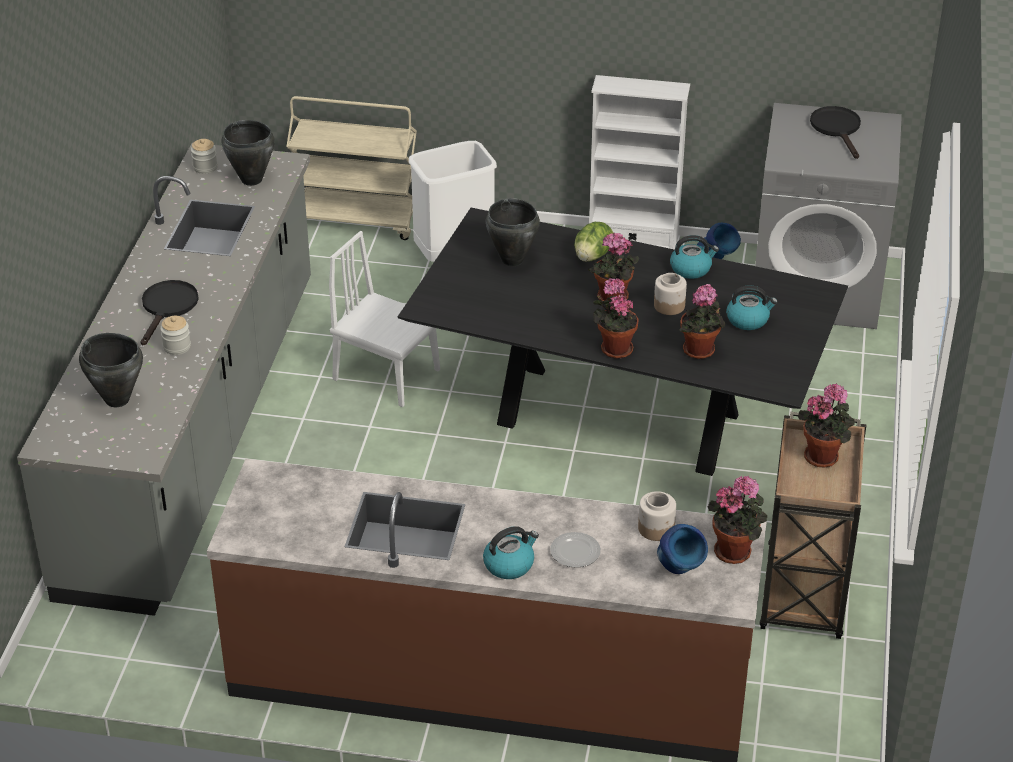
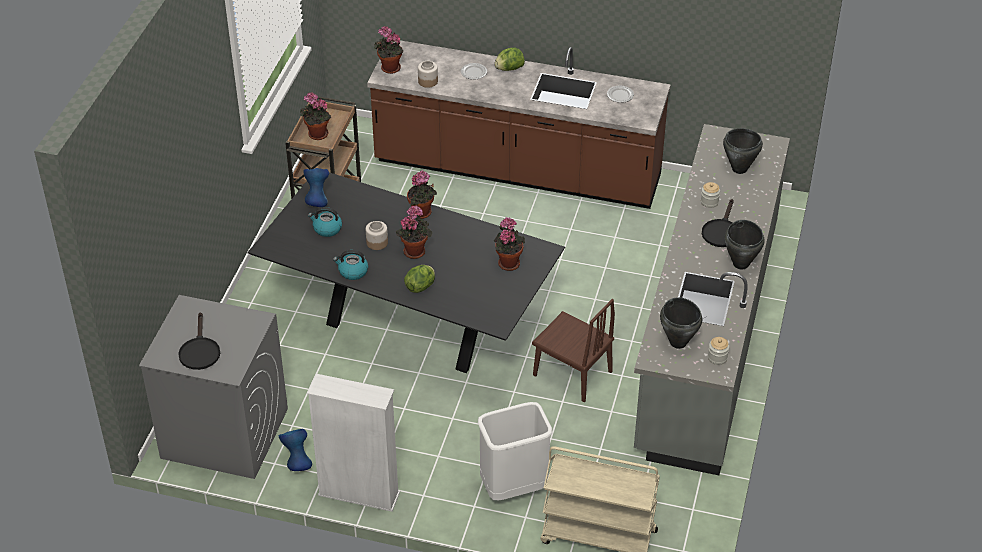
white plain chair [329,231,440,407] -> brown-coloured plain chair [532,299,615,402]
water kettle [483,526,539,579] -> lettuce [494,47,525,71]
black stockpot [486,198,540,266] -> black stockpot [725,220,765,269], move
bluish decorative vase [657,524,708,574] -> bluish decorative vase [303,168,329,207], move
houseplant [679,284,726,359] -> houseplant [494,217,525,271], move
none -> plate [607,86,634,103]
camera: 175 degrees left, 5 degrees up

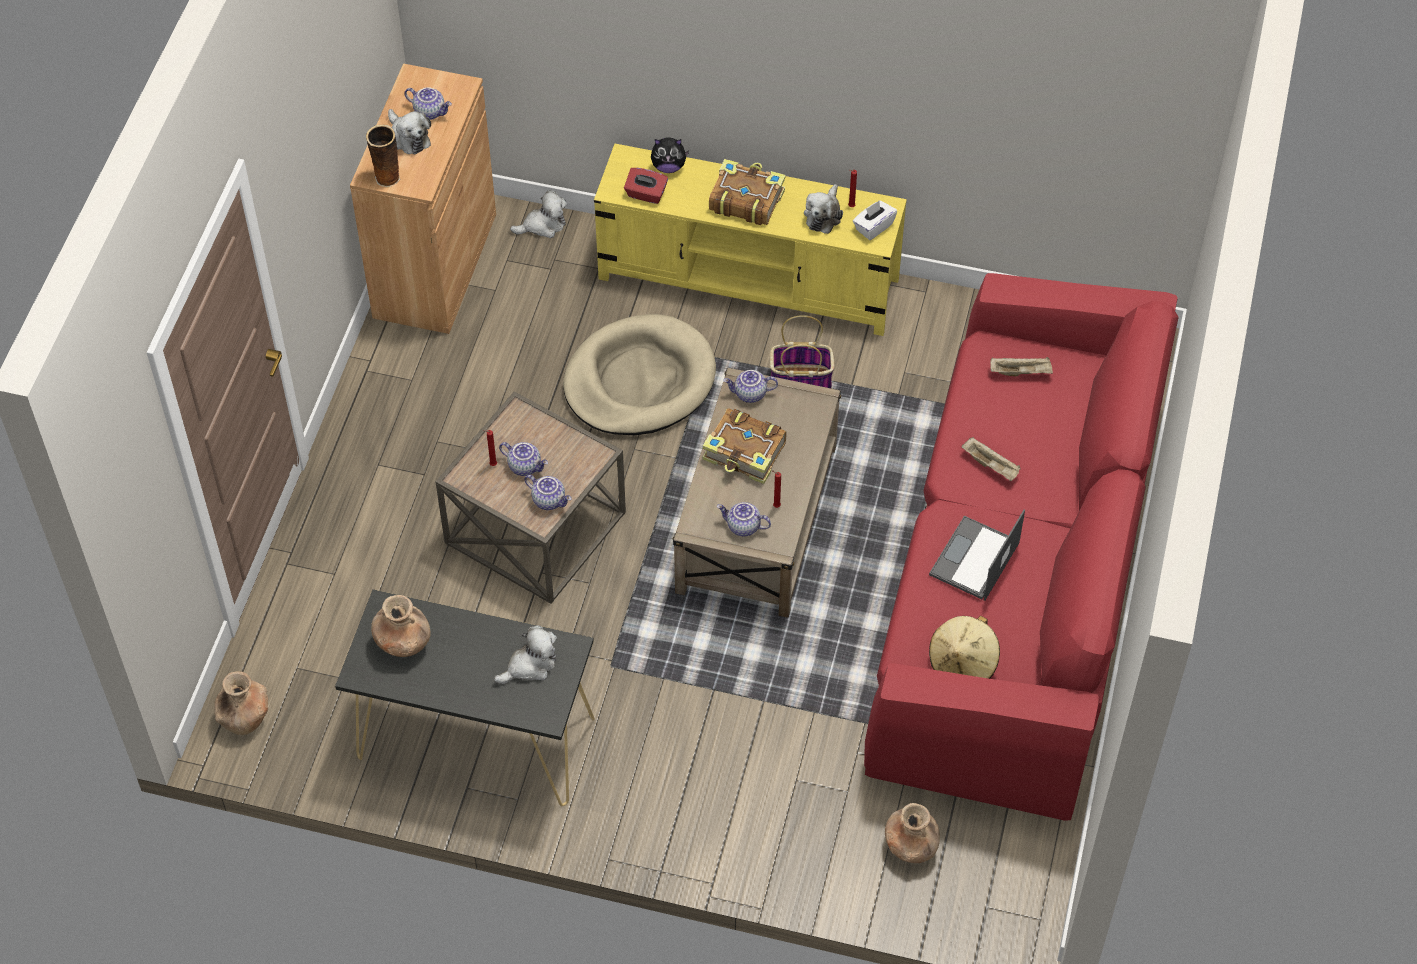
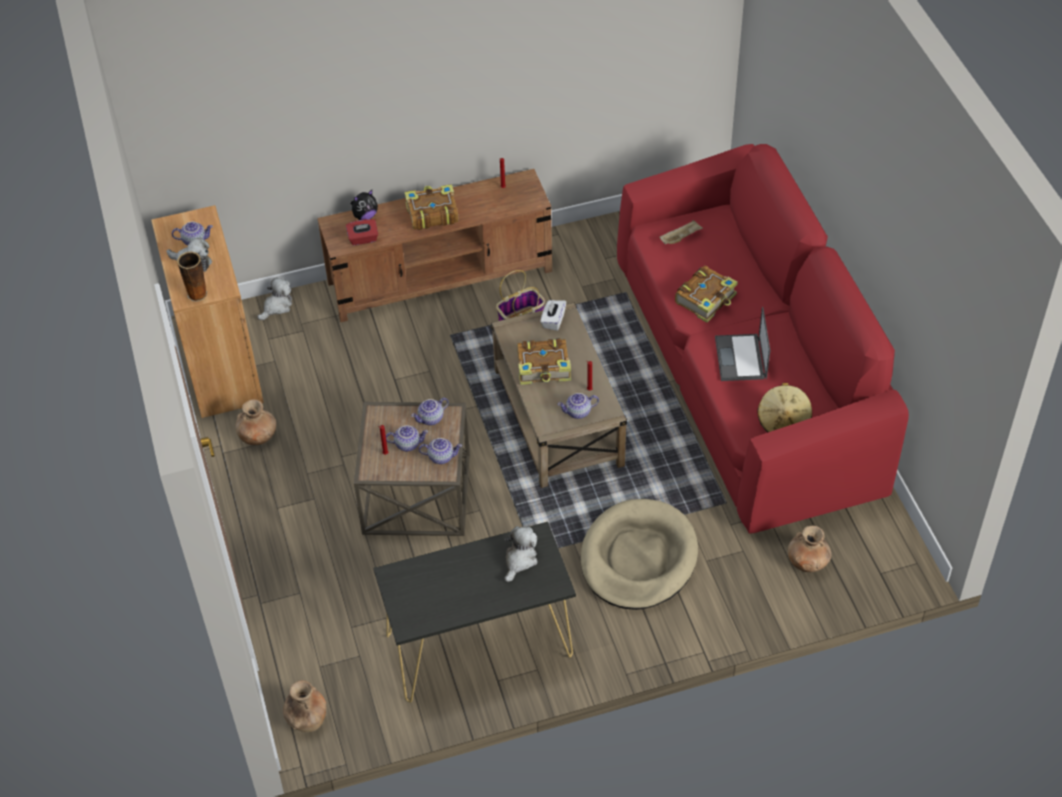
brown-coloured decorative vase [371,595,430,657] -> brown-coloured decorative vase [235,399,276,445], move
sand-coloured dog cushion [563,314,716,435] -> sand-coloured dog cushion [581,499,698,610], move
yellow-coloured tv unit [594,144,907,336] -> brown-coloured tv unit [317,169,552,322]
pot for tea [723,370,778,403] -> pot for tea [411,398,449,425], move
cuddly toy [804,184,843,234] -> none
white tissue holder [853,201,897,240] -> white tissue holder [540,300,566,331], move
sand-coloured carrying tray [962,437,1021,481] -> volume [675,266,738,323]
camera: 30 degrees left, 5 degrees down

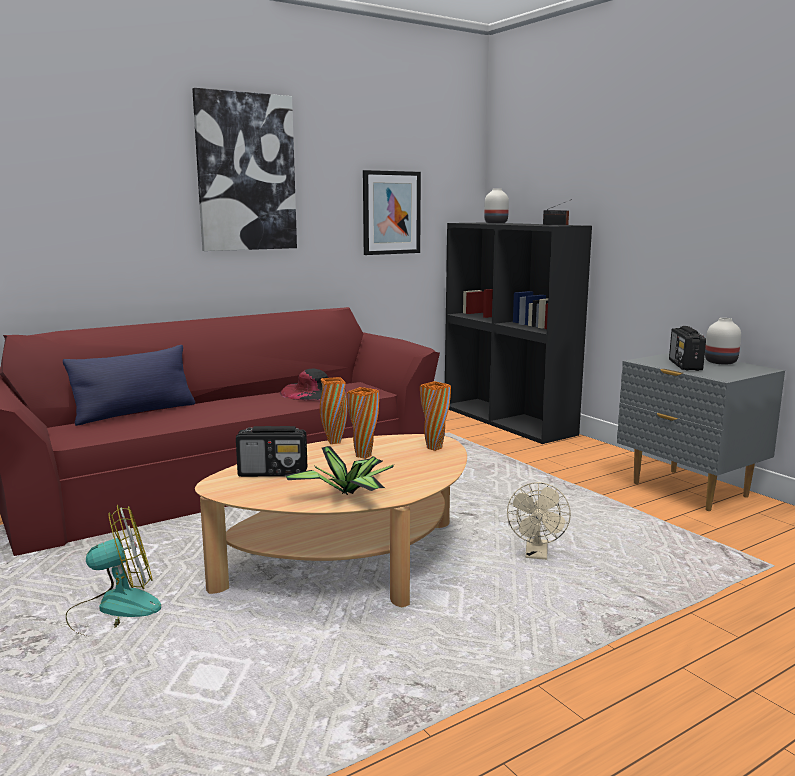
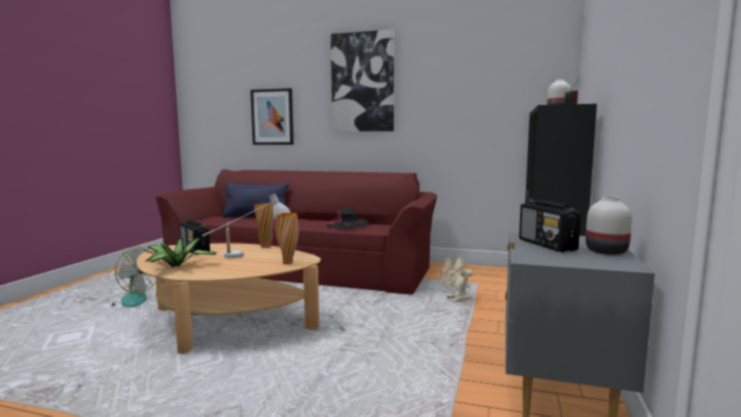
orange-coloured decorative vase [347,387,379,459] -> white lamp for a table [202,194,291,259]
wall art [363,170,421,255] -> wall art [250,88,294,145], move
sand-coloured electric fan [507,482,571,560] -> sand-coloured electric fan [440,254,473,303], move
radio set [669,326,706,371] -> radio set [519,200,581,252], 75 degrees counterclockwise
camera: 50 degrees right, 5 degrees down

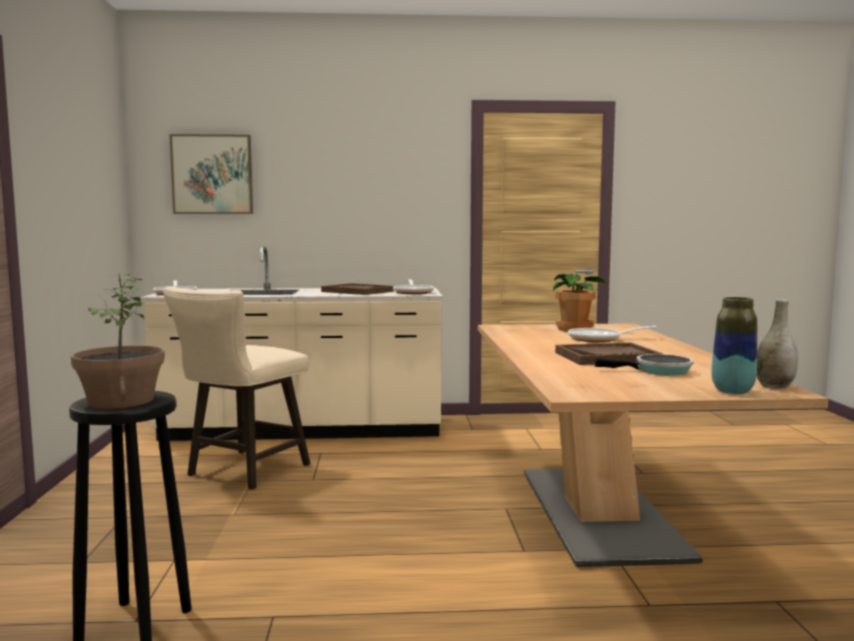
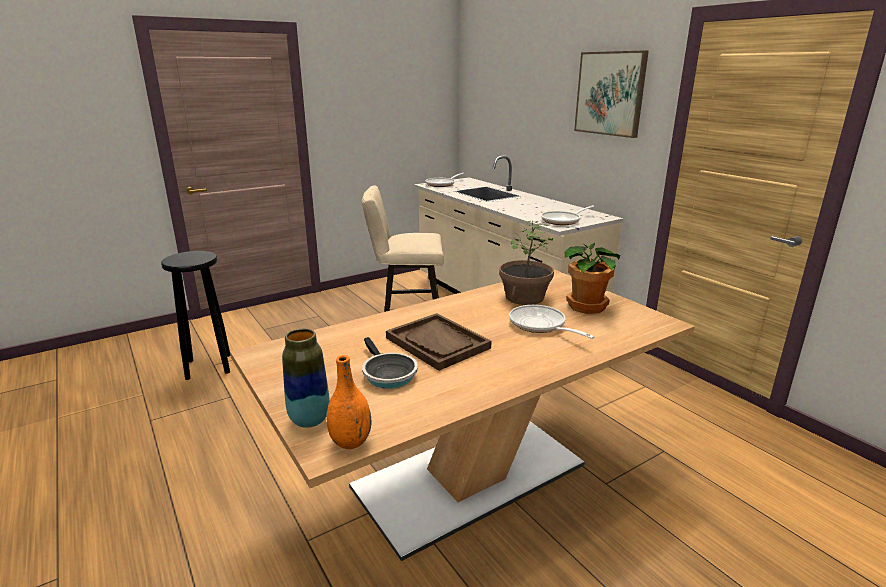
houseplant [71,274,165,408] -> houseplant [499,220,554,305], move
wall art [169,134,253,214] -> wall art [574,50,649,138], move
brown-coloured carrying tray [321,283,394,295] -> none
greyish decorative vase [757,299,798,389] -> orange-coloured decorative vase [327,355,371,449]
camera: 60 degrees right, 15 degrees up

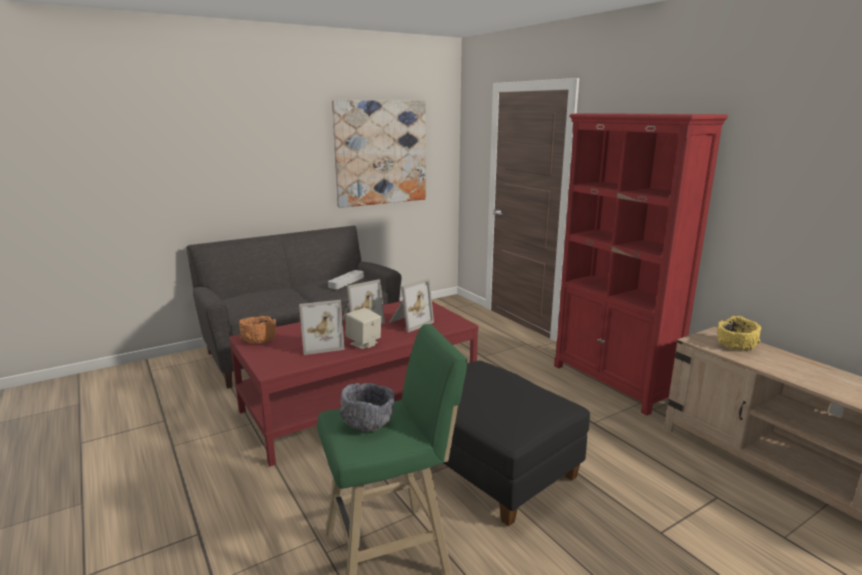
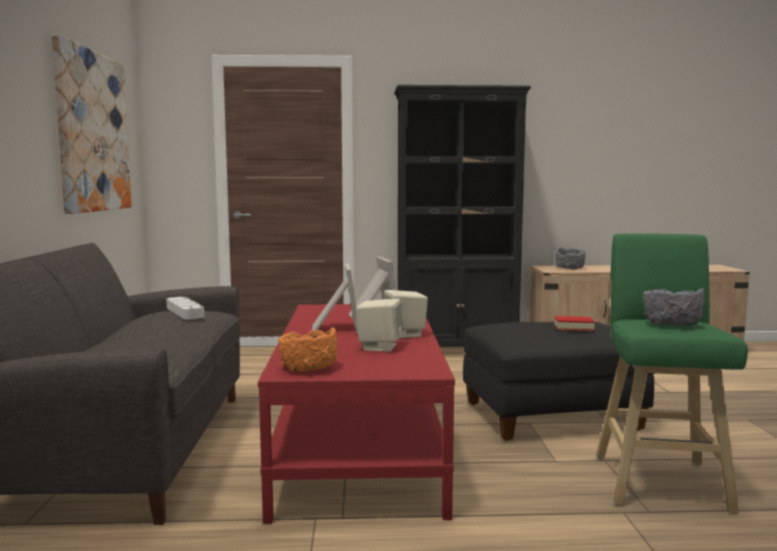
photo frame [299,300,345,355] -> sand-coloured loudspeaker [356,299,403,352]
reddish shelving unit [554,113,728,415] -> black shelving unit [394,85,531,347]
yellow-coloured serving bowl [717,316,761,351] -> greyish serving bowl [555,247,586,270]
none -> volume [554,316,595,331]
camera: 60 degrees left, 10 degrees down

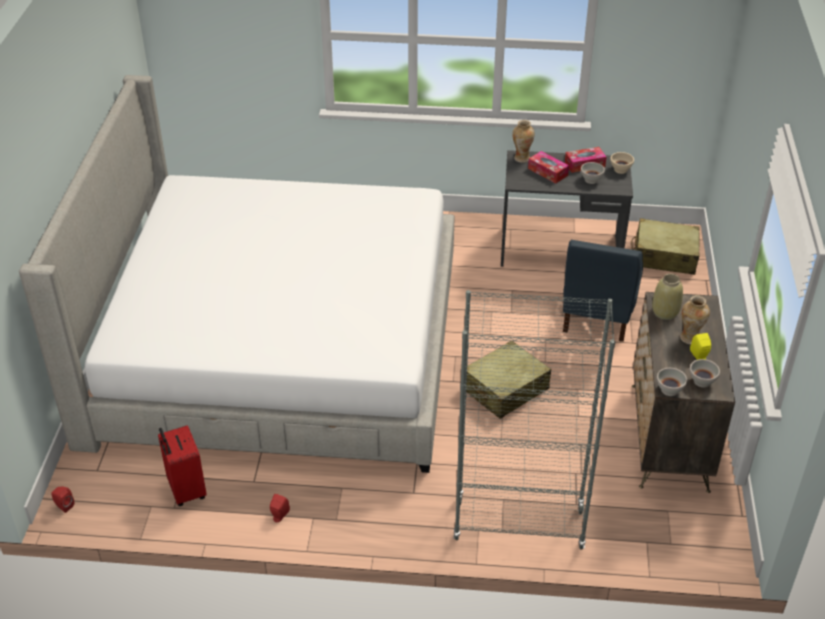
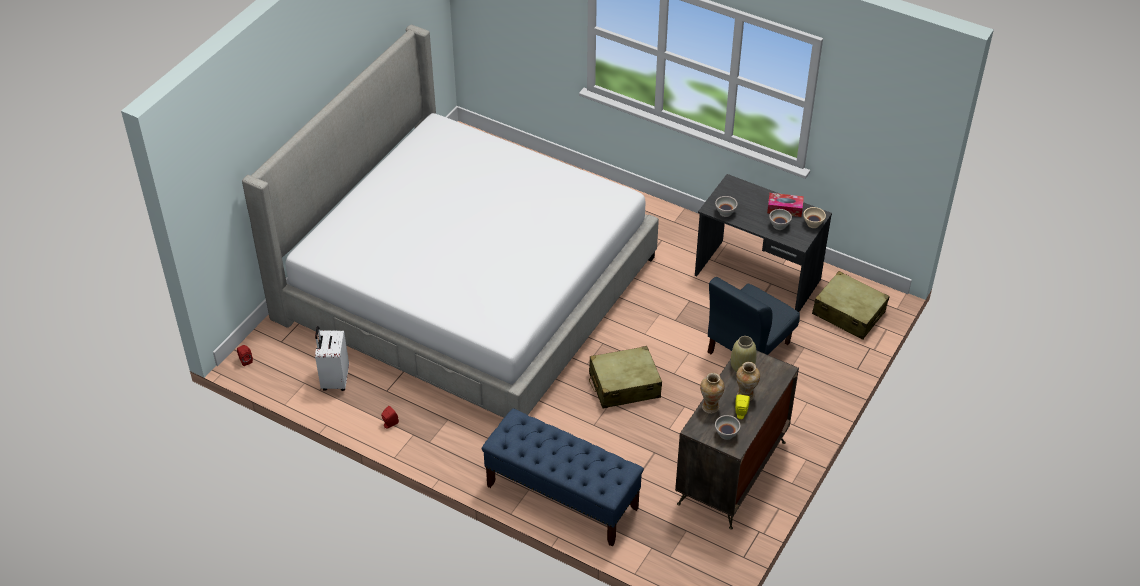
reddish suitcase [158,425,207,506] -> white suitcase [315,326,349,391]
greyish shelving unit [453,290,615,549] -> bluish indoor bench [482,408,644,547]
decorative vase [512,120,535,163] -> decorative vase [700,373,724,414], move
tissue holder [528,151,569,183] -> none
white serving bowl [657,368,687,396] -> white serving bowl [715,196,737,217], move
camera: 25 degrees right, 5 degrees up

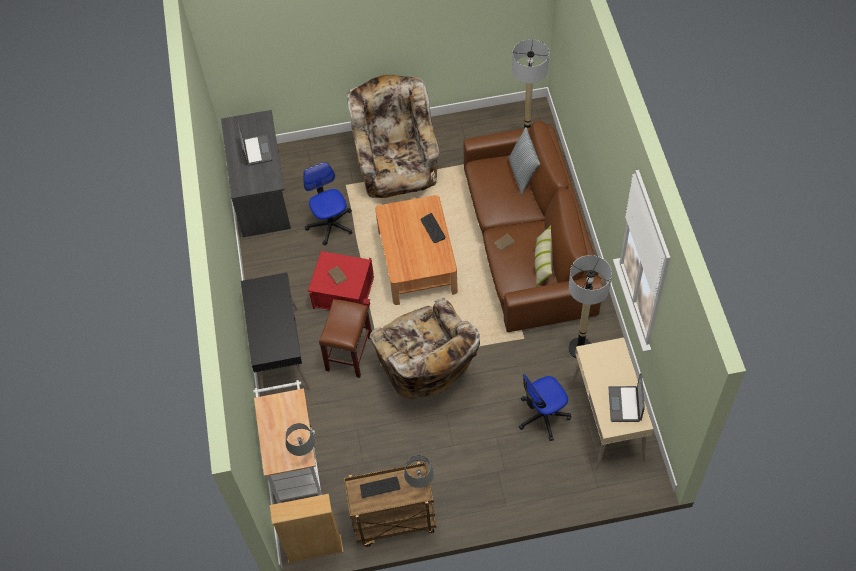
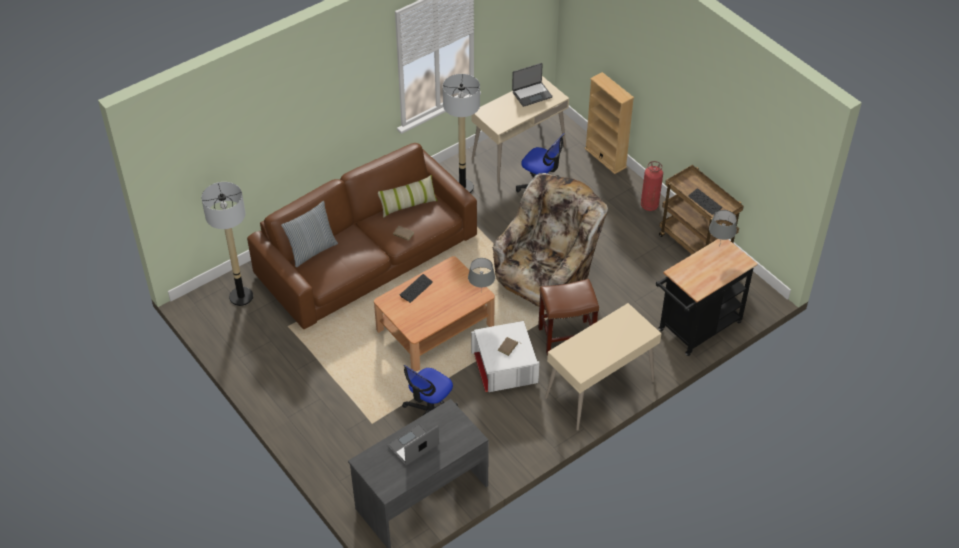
black desk table [241,273,310,396] -> sand-coloured desk table [545,303,661,431]
white trolley [253,380,322,504] -> black trolley [656,239,758,356]
sand-coloured shelving unit [270,494,344,563] -> sand-coloured shelving unit [585,72,634,174], move
reddish storage container [308,251,374,310] -> white storage container [471,321,539,392]
sand-coloured lounge chair [347,75,440,198] -> none
greyish lamp for a table [404,455,434,488] -> greyish lamp for a table [468,258,495,294], move
none -> extinguisher [641,161,663,211]
camera: 120 degrees left, 10 degrees down

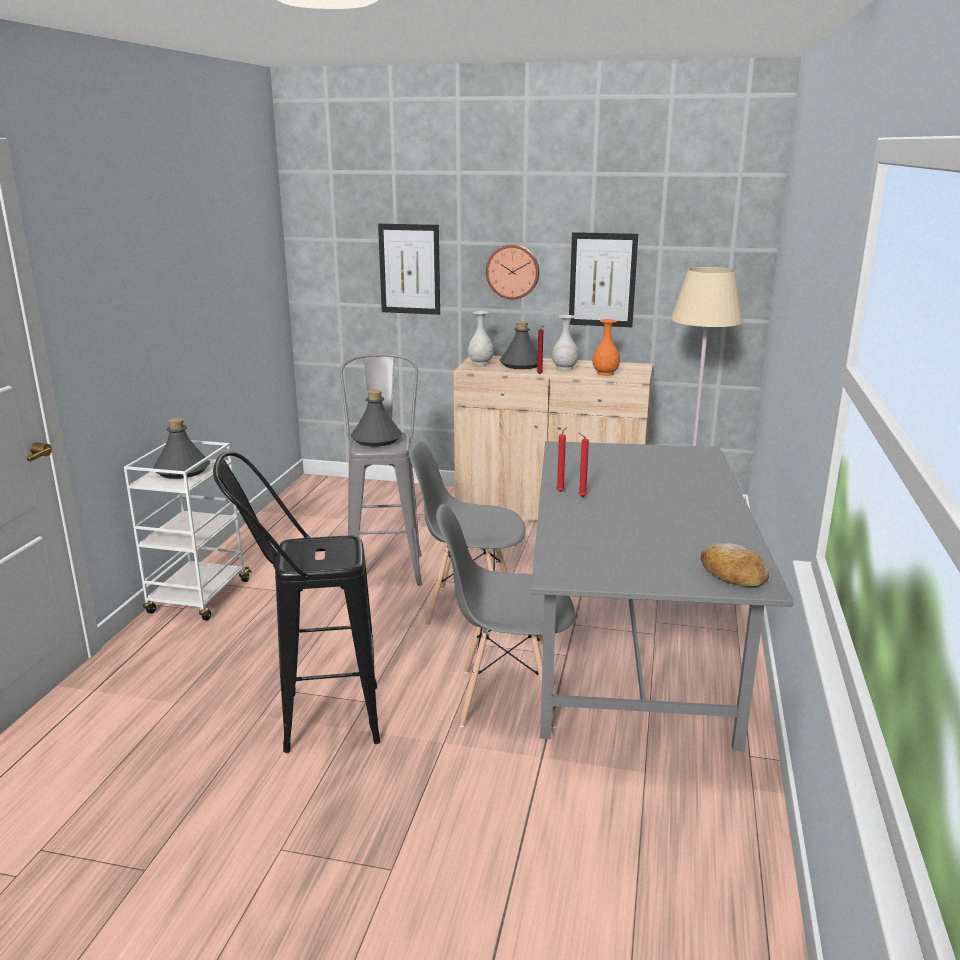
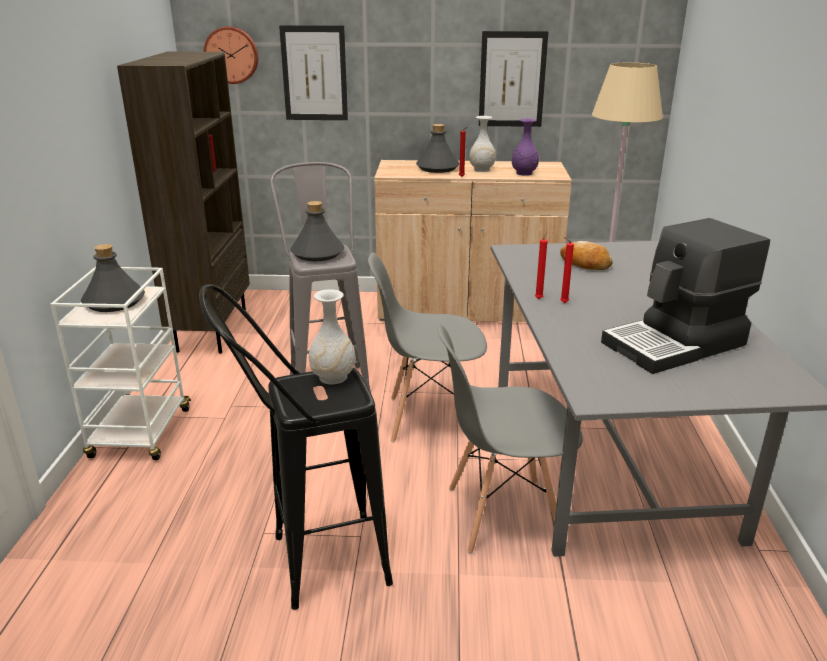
white decorative vase [468,311,494,365] -> white decorative vase [309,289,355,384], move
clock on the wall [486,244,539,299] -> clock on the wall [204,26,258,84], move
orange-coloured decorative vase [592,319,620,376] -> purple-coloured decorative vase [512,118,539,176]
bread [701,543,769,587] -> bread [560,241,613,270], move
none -> brown-coloured shelving unit [117,51,250,354]
none -> coffee machine [601,218,770,374]
camera: 10 degrees left, 5 degrees up

